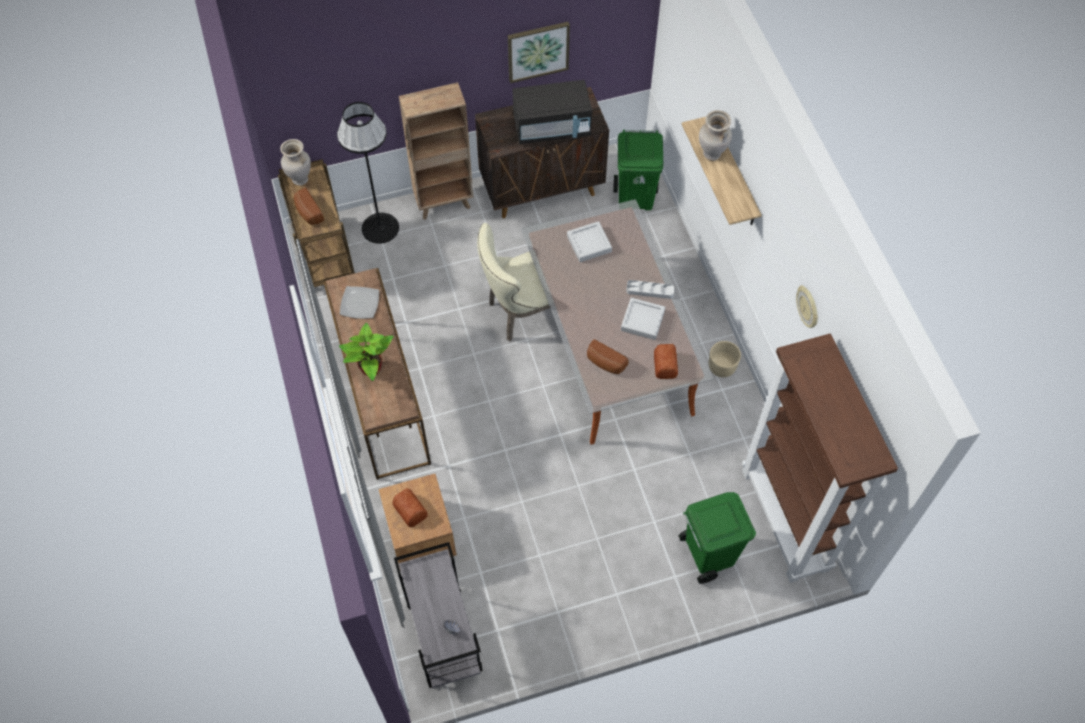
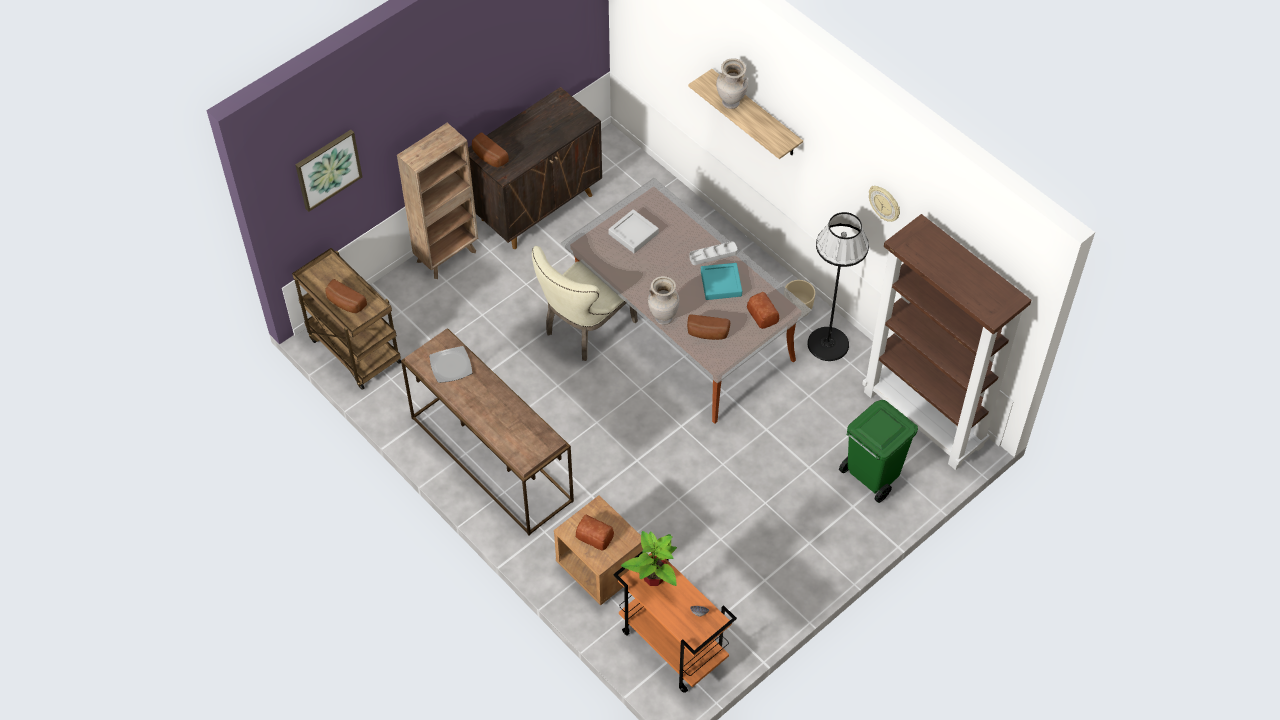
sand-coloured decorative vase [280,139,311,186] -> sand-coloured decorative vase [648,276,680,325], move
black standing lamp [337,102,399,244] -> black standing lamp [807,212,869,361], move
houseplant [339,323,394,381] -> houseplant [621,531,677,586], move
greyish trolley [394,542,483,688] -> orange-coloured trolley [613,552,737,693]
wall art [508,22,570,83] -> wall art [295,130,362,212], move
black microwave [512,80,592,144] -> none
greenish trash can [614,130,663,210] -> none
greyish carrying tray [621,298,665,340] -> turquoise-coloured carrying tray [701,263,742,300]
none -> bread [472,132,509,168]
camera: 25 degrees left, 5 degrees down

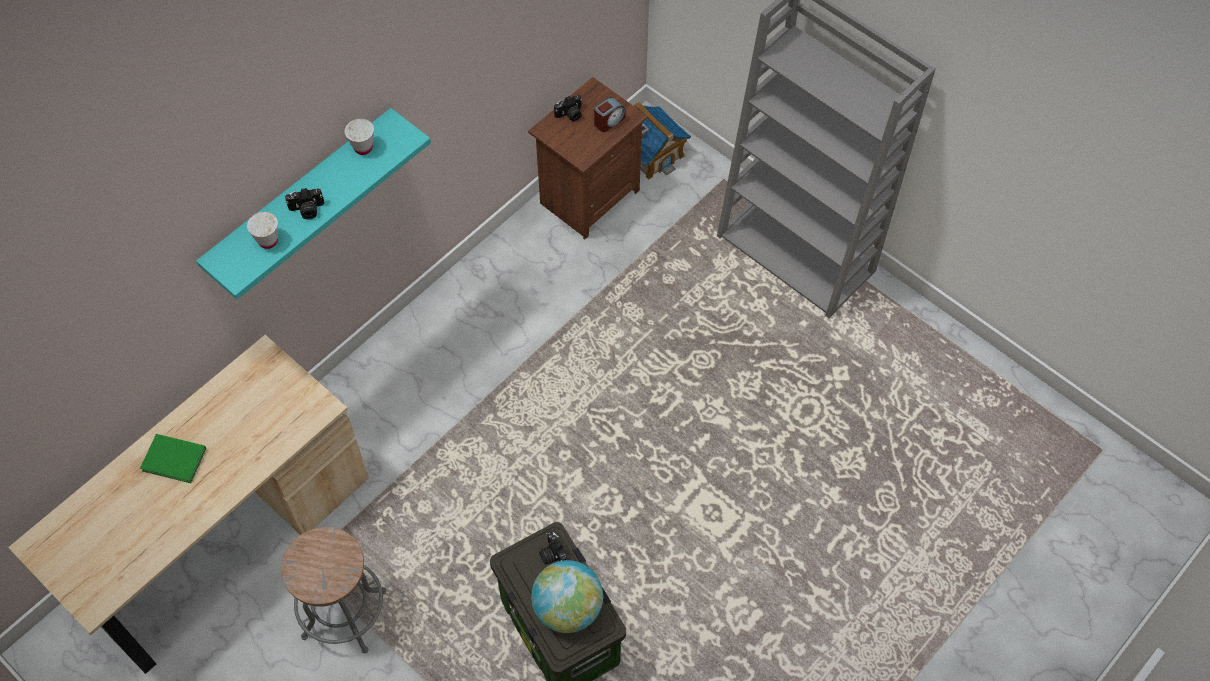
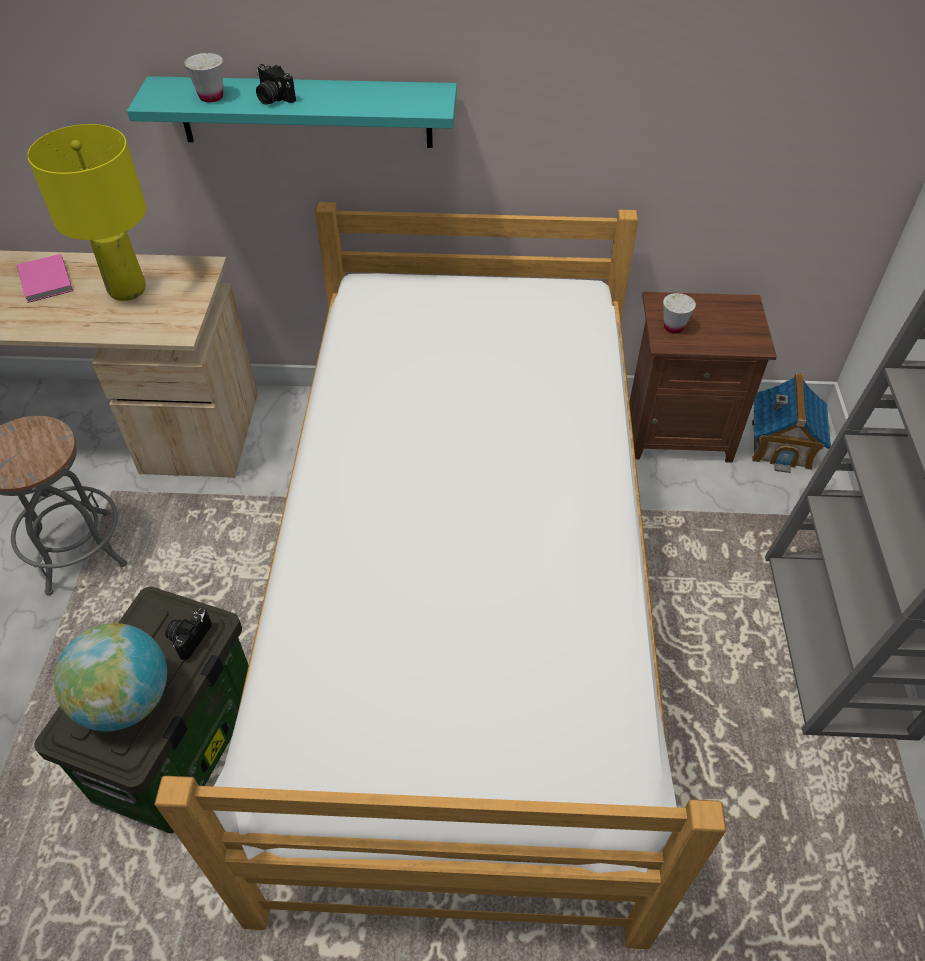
greenish volume [140,434,206,483] -> pink volume [17,254,73,303]
white drinking cup [345,119,374,155] -> white drinking cup [663,293,696,334], move
still camera [554,95,582,122] -> none
bedside clock [594,97,625,132] -> none
none -> yellow-coloured lamp for a table [27,124,146,301]
none -> sleeping bed [155,202,727,949]
camera: 50 degrees right, 10 degrees down

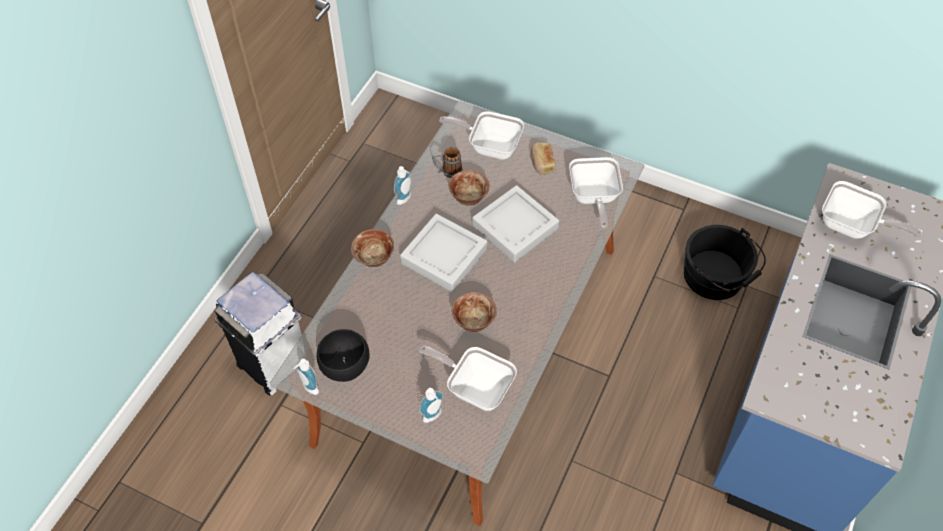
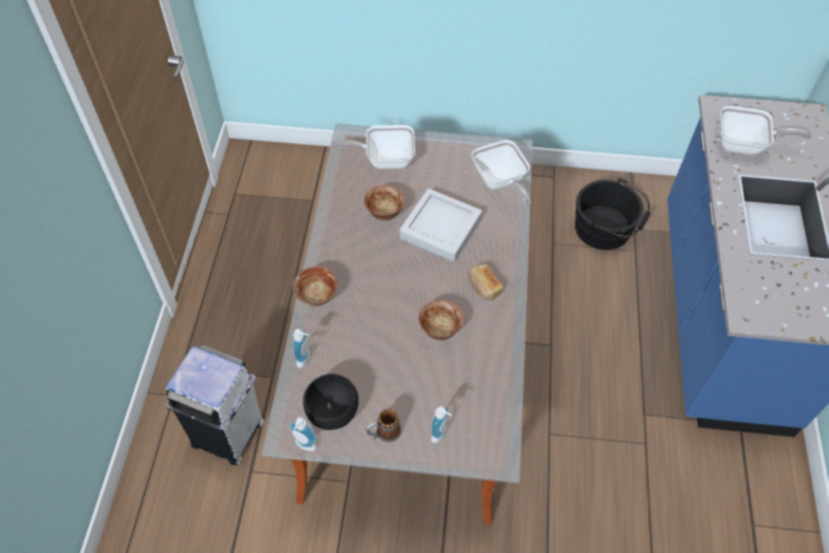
liquid soap bottle [394,166,412,205] -> liquid soap bottle [292,329,310,368], move
greyish carrying tray [400,214,487,292] -> none
skillet [419,345,517,411] -> none
mug [432,147,462,178] -> mug [365,408,401,442], move
bread [531,142,556,175] -> bread [468,264,503,301], move
camera: 20 degrees left, 0 degrees up

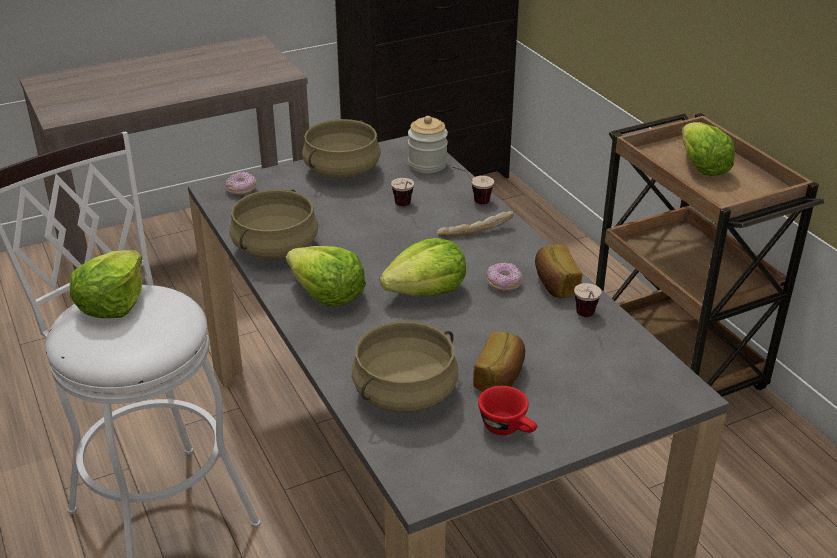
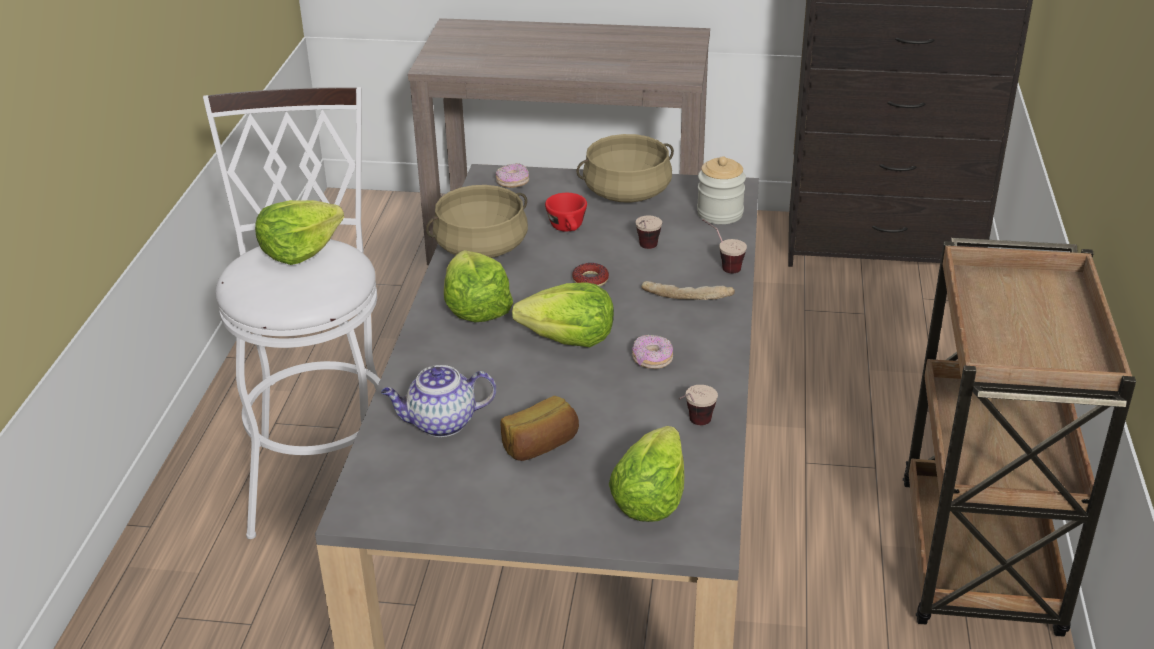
sand-coloured stockpot [352,321,458,412] -> pot for tea [381,365,496,437]
reddish drinking cup [478,386,537,435] -> reddish drinking cup [545,193,587,231], move
bread [535,244,582,298] -> none
lettuce [682,122,735,176] -> lettuce [609,426,684,522], move
none -> ring doughnut [572,263,609,287]
camera: 35 degrees right, 0 degrees up

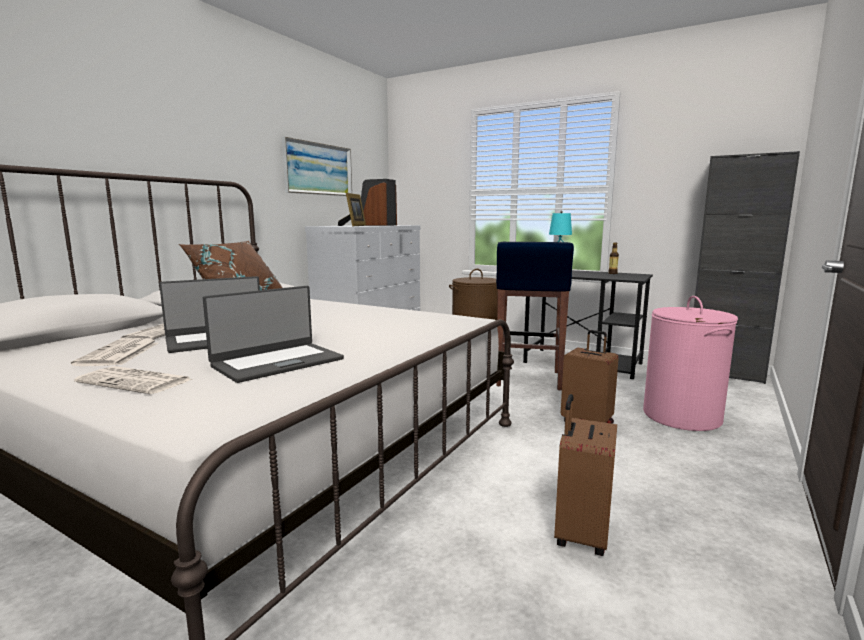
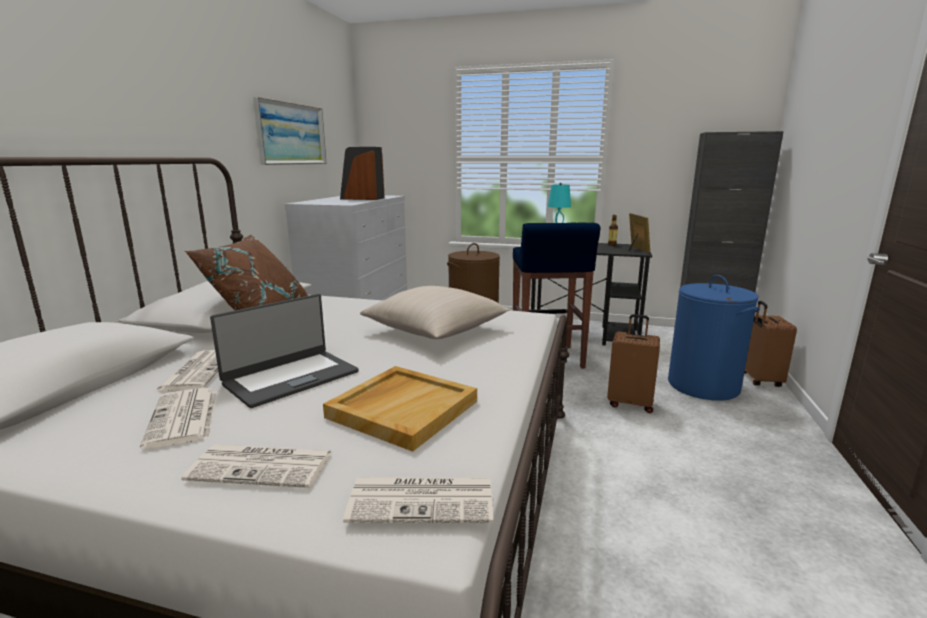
laptop [203,286,344,383] -> sand-coloured carrying tray [323,366,477,452]
photo frame [338,193,366,226] -> photo frame [628,213,650,253], move
brown-coloured suitcase [554,394,617,556] -> brown-coloured suitcase [744,301,797,387], move
pink laundry basket [643,296,738,431] -> bluish laundry basket [668,275,760,401]
none -> daily paper [343,477,493,523]
none -> sand-coloured cushion [360,286,510,339]
camera: 15 degrees left, 5 degrees up

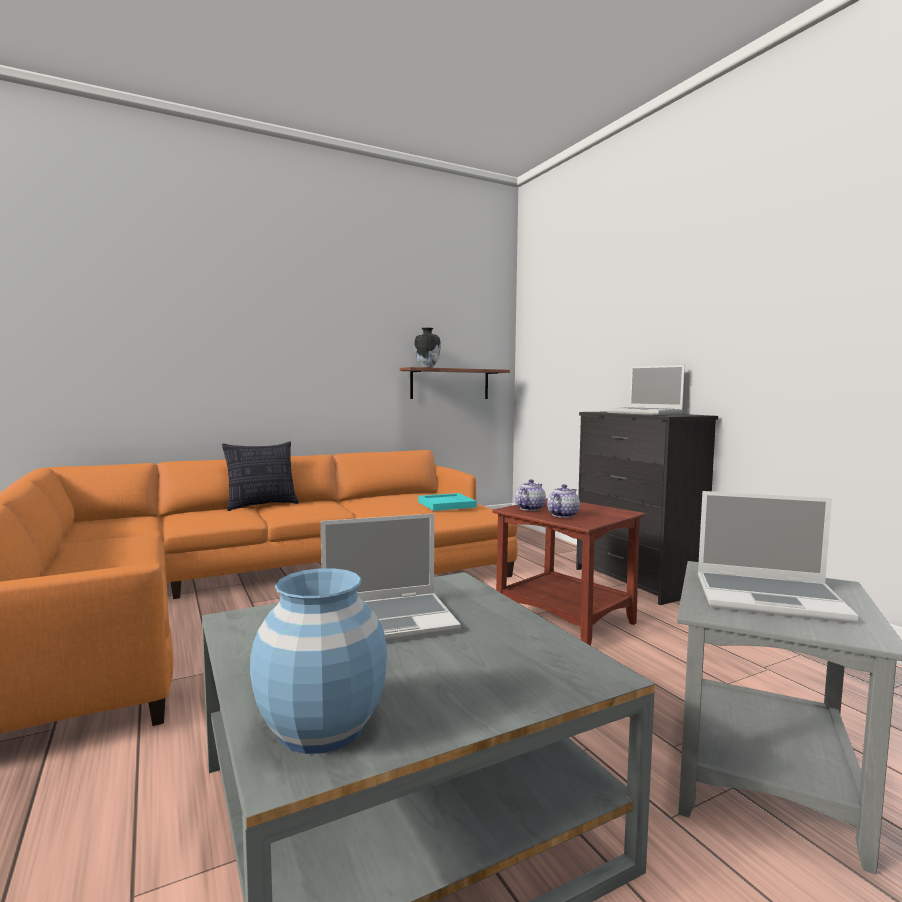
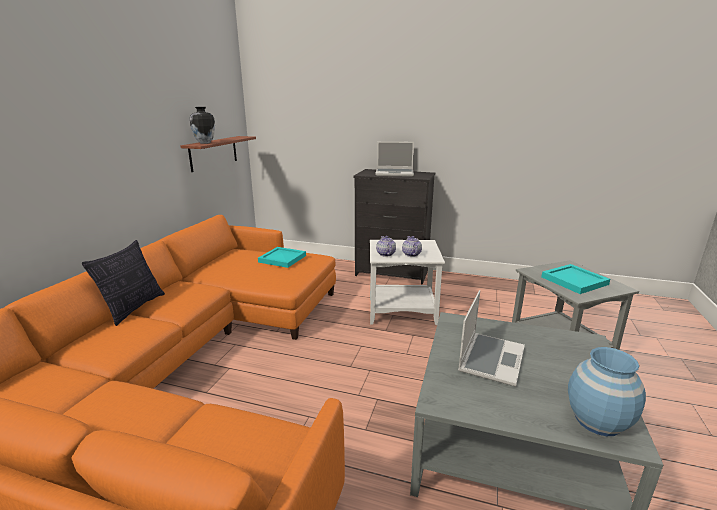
brown-coloured end table [492,498,645,646] -> white end table [370,240,445,325]
laptop [698,491,858,623] -> turquoise-coloured carrying tray [541,264,610,294]
camera: 45 degrees left, 15 degrees up

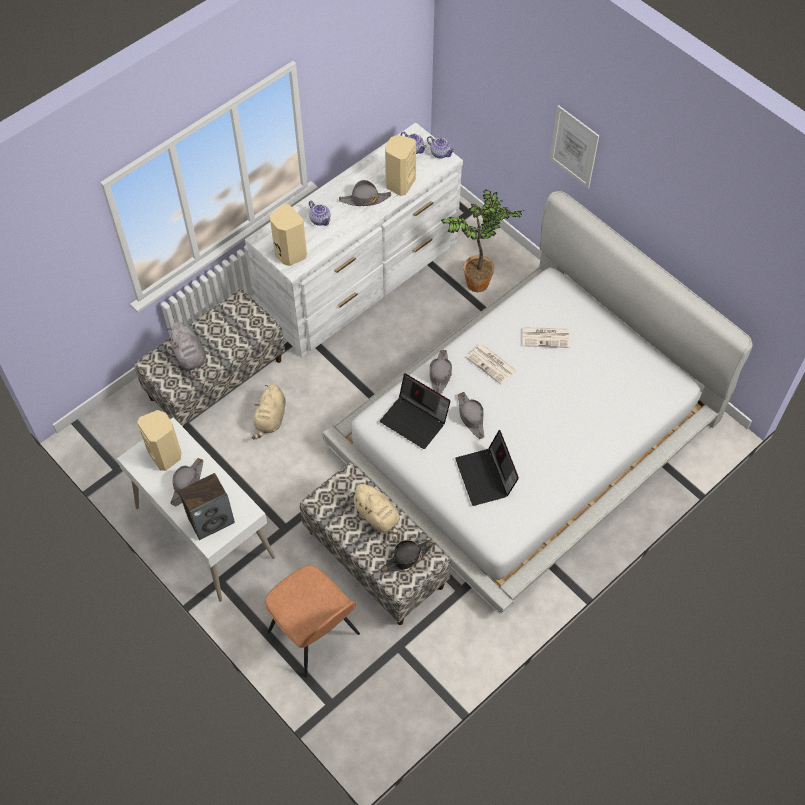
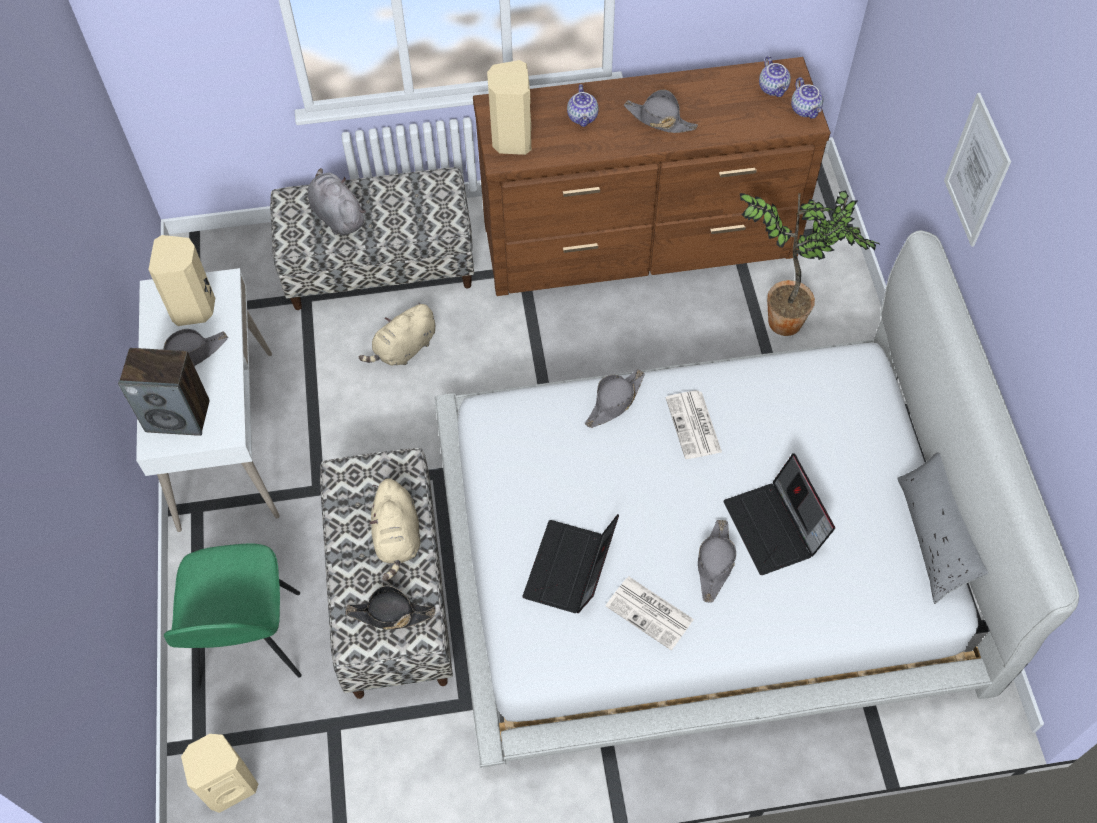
greyish cuddly toy [168,322,206,379] -> greyish cuddly toy [308,168,366,235], 135 degrees clockwise
white chest of drawers [245,123,463,357] -> brown-coloured chest of drawers [473,57,831,296]
brown-coloured plain chair [265,565,360,678] -> greenish plain chair [164,544,302,689]
laptop [380,373,451,449] -> laptop [723,453,835,575], move
sand-coloured loudspeaker [385,135,416,196] -> sand-coloured loudspeaker [181,734,258,813], move
greyish wearable hat [458,392,485,439] -> greyish wearable hat [698,520,736,602], move
daily paper [523,327,569,348] -> daily paper [606,577,694,650], move
none -> greyish cushion [897,452,988,604]
camera: 35 degrees right, 0 degrees up

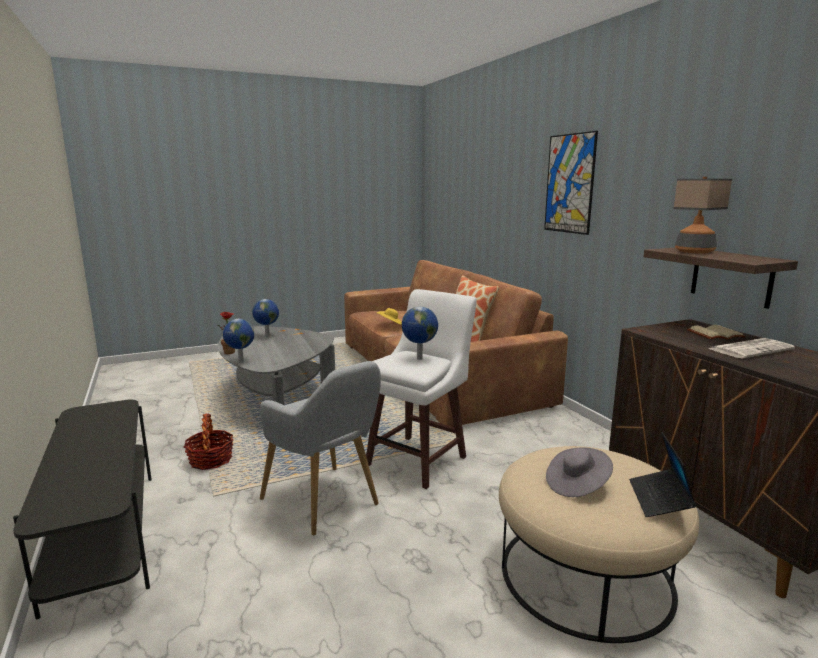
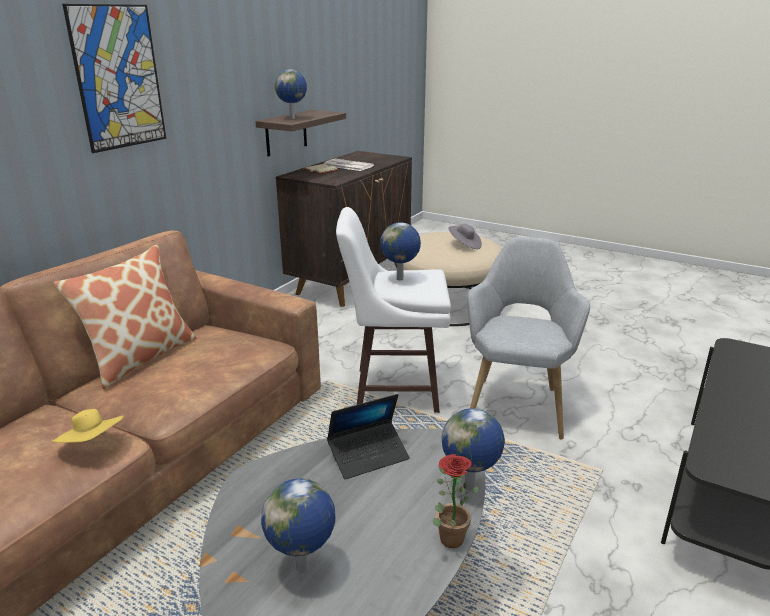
household basket [184,414,233,470] -> none
laptop [629,432,696,517] -> laptop [327,394,410,479], move
lamp for a table [673,177,732,254] -> desk globe [275,69,307,119]
camera: 125 degrees left, 10 degrees up

